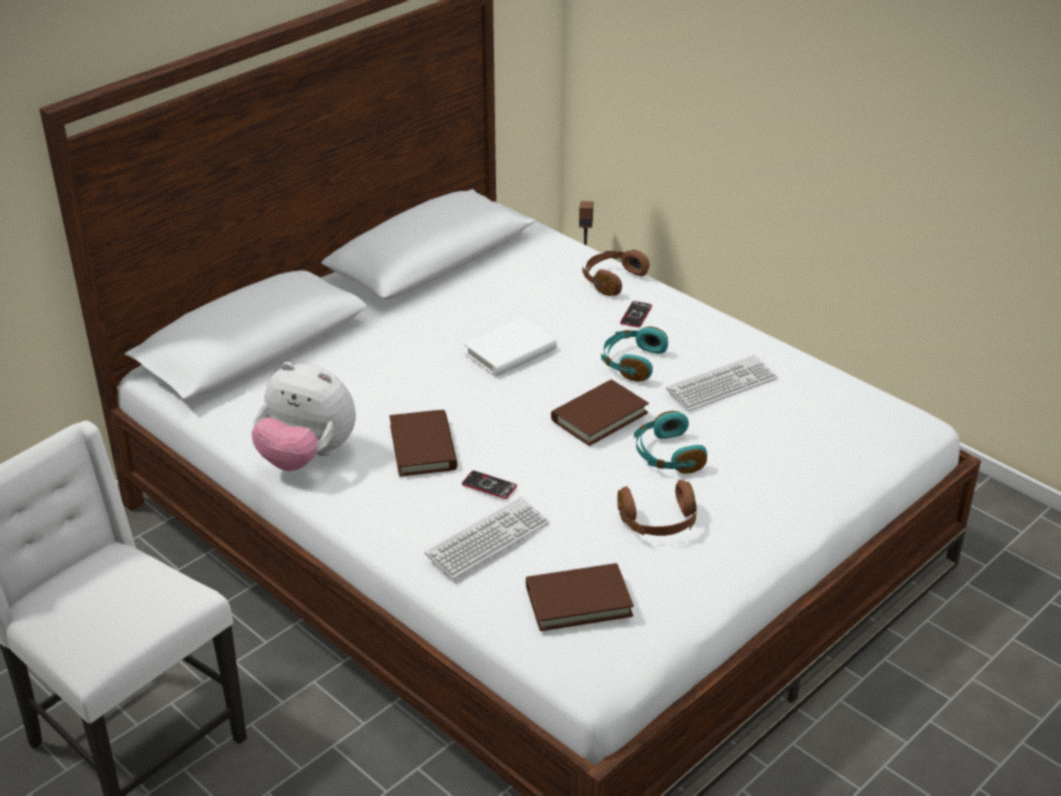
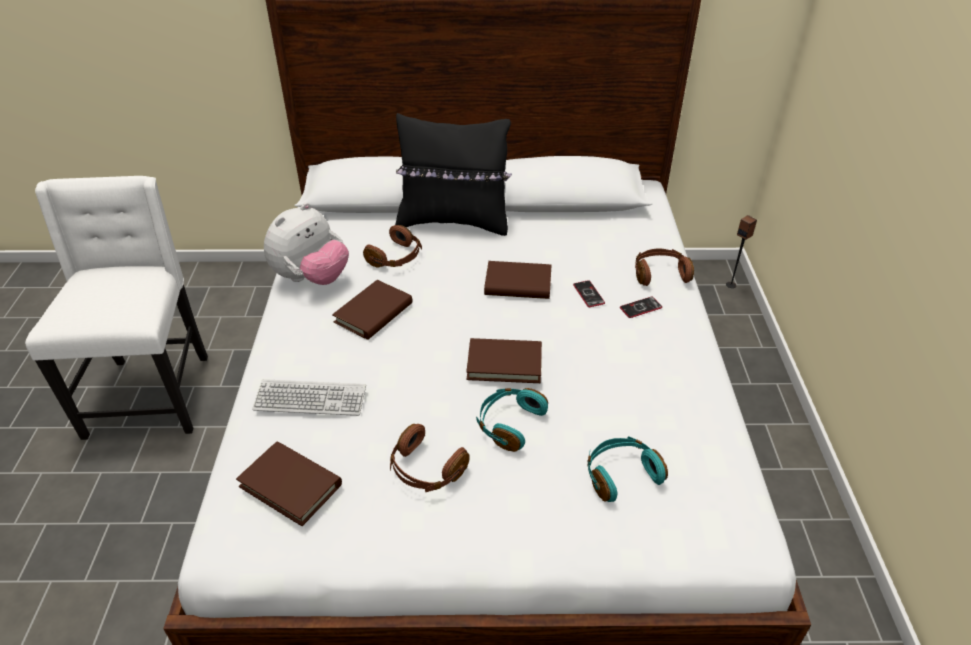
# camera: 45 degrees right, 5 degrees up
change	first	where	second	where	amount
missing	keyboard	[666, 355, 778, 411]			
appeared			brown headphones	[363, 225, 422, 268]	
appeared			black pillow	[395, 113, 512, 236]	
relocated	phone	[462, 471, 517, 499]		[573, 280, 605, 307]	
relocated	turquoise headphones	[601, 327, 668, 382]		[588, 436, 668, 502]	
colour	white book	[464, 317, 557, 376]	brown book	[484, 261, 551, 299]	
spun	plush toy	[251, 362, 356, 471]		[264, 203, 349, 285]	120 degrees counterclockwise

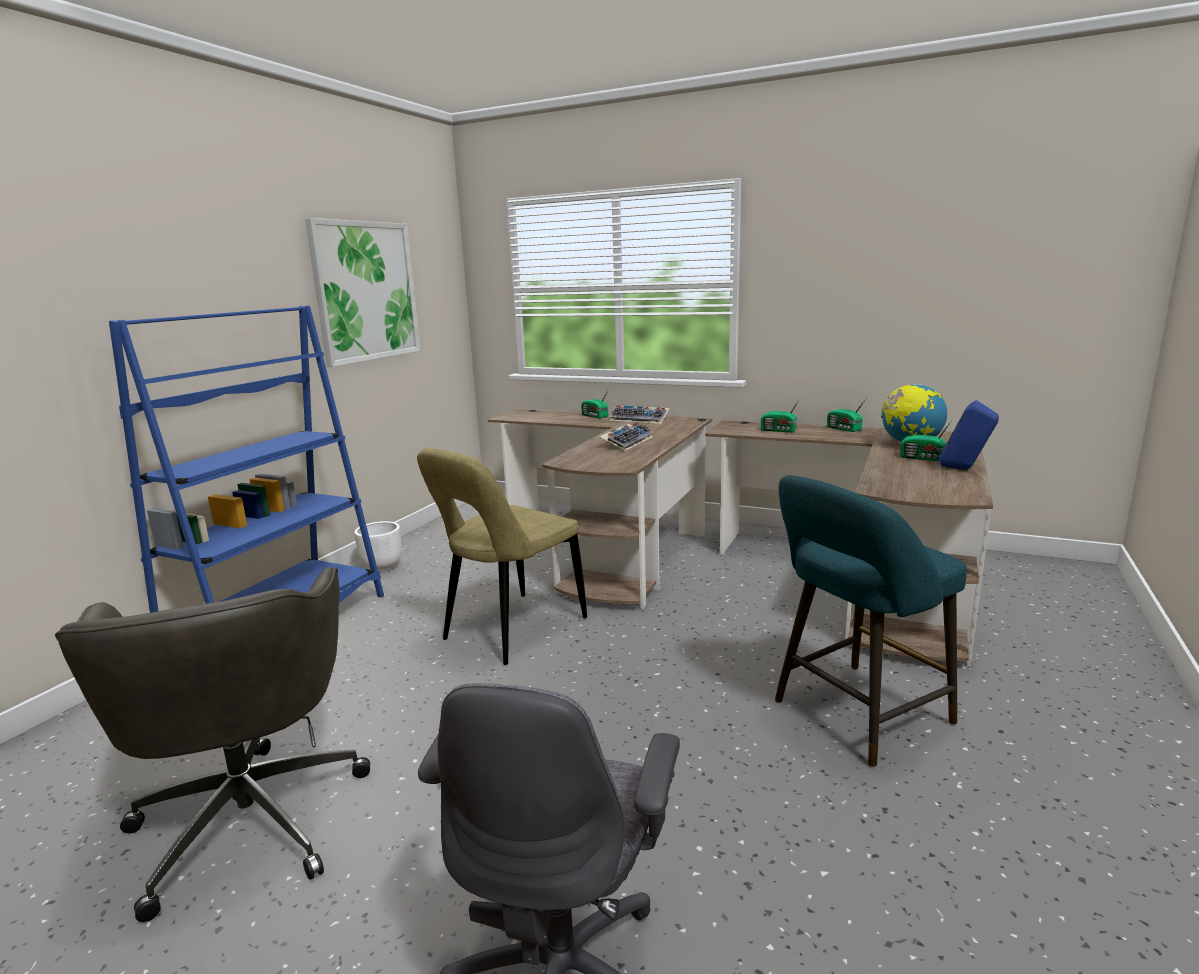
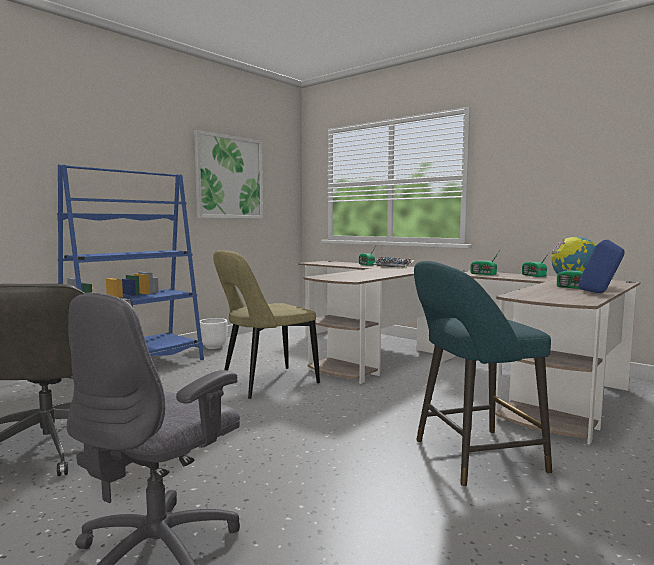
# camera: 15 degrees right, 10 degrees down
change	first	where	second	where	amount
missing	keyboard	[599, 422, 653, 451]			

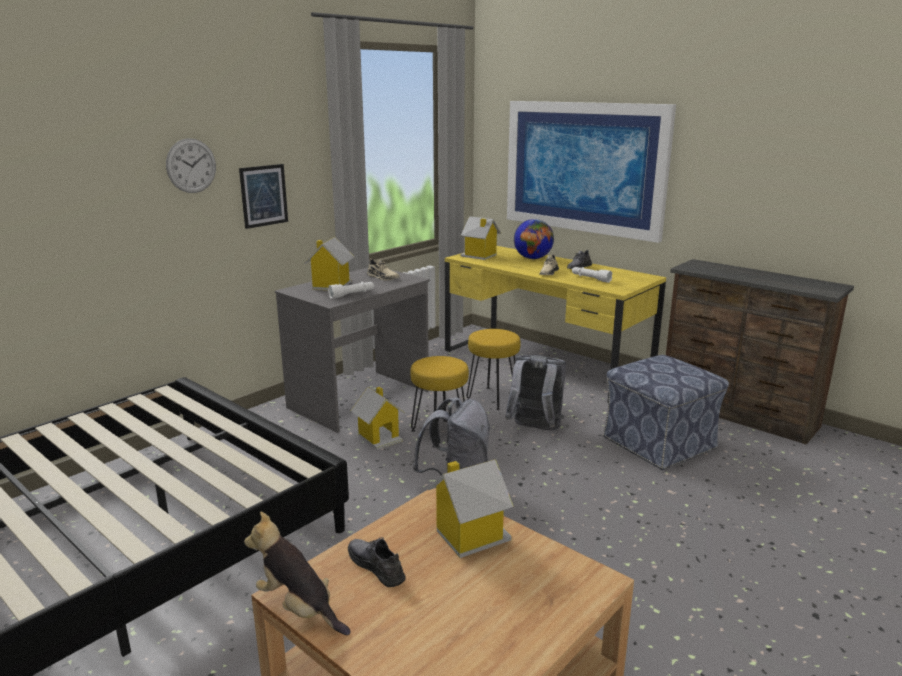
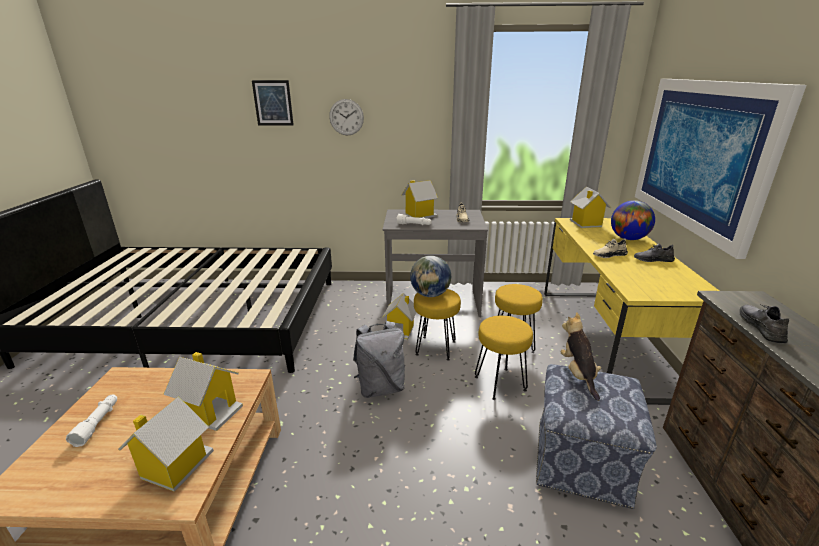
# camera: 50 degrees right, 5 degrees up
change	first	where	second	where	amount
appeared			toy house	[118, 396, 214, 492]	
appeared			globe	[410, 256, 451, 297]	
relocated	picture	[239, 164, 288, 229]		[252, 80, 294, 125]	
relocated	plush toy	[244, 512, 351, 635]		[560, 312, 601, 401]	
relocated	grey shoe	[348, 537, 406, 587]		[739, 305, 789, 343]	
relocated	white flashlight	[572, 267, 613, 283]		[66, 394, 117, 447]	
exchanged	grey backpack	[505, 355, 566, 431]	yellow stool	[475, 316, 533, 400]	

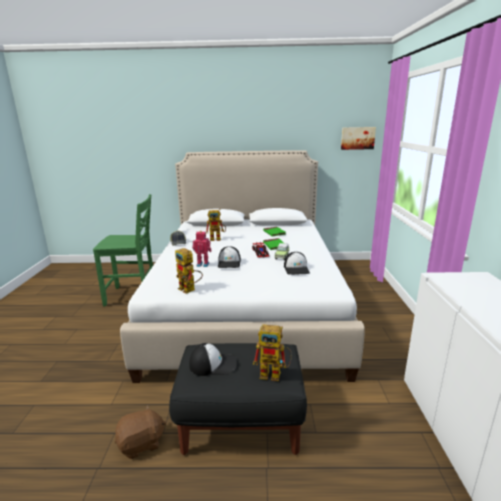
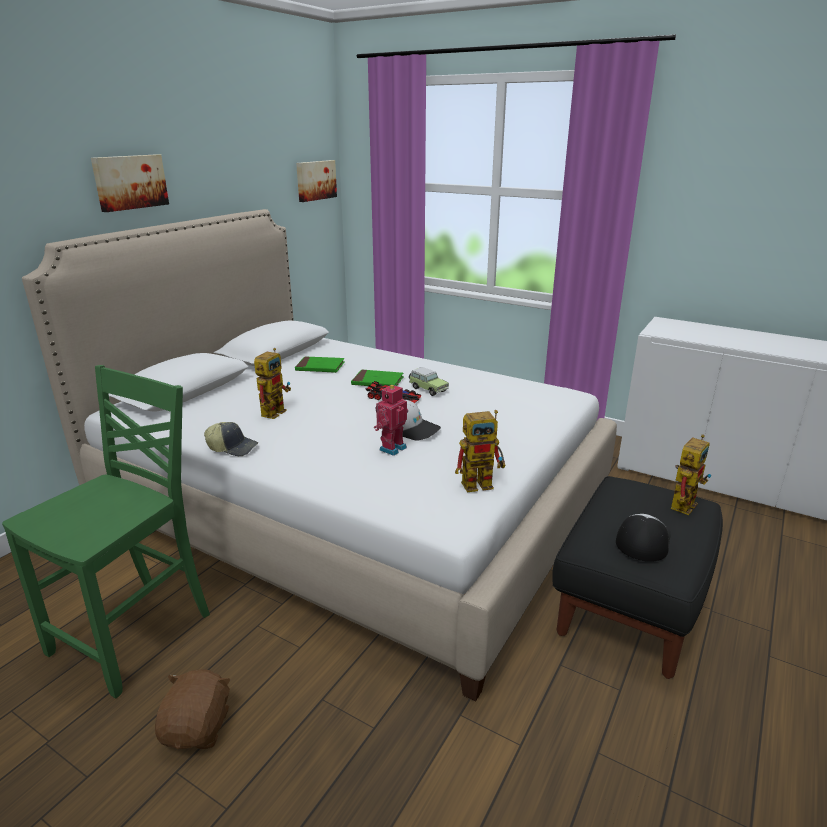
# camera: 60 degrees left, 5 degrees up
change	first	where	second	where	amount
missing	cap	[284, 252, 310, 275]			
appeared			picture	[91, 154, 169, 212]	
relocated	brown plush toy	[115, 405, 166, 459]		[155, 669, 231, 749]	

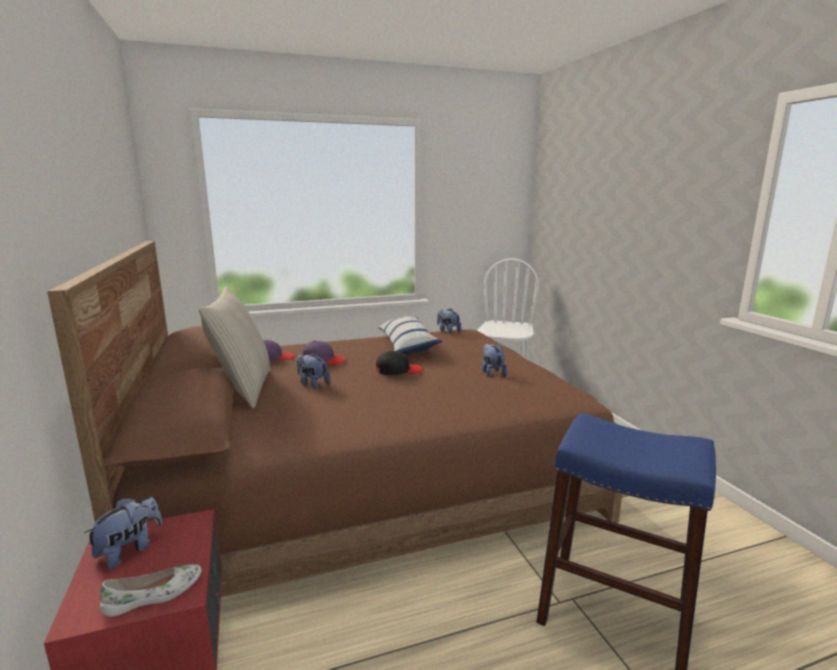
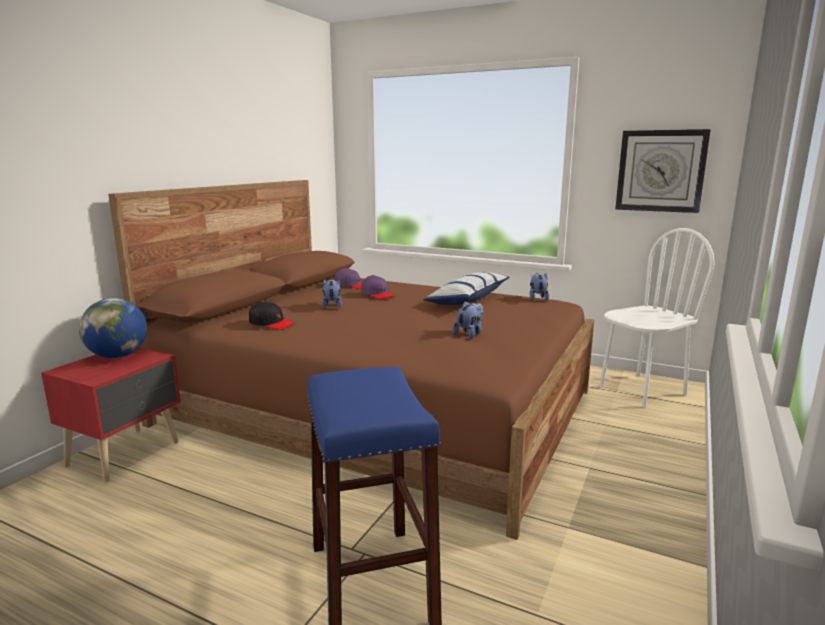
# camera: 45 degrees right, 0 degrees up
change	first	where	second	where	amount
missing	white shoe	[100, 564, 202, 617]			
missing	beige pillow	[199, 286, 270, 408]			
appeared			wall clock	[615, 129, 711, 213]	
relocated	black cap	[376, 351, 423, 375]		[249, 301, 295, 330]	
exchanged	plush toy	[84, 496, 162, 569]	globe	[79, 298, 147, 358]	

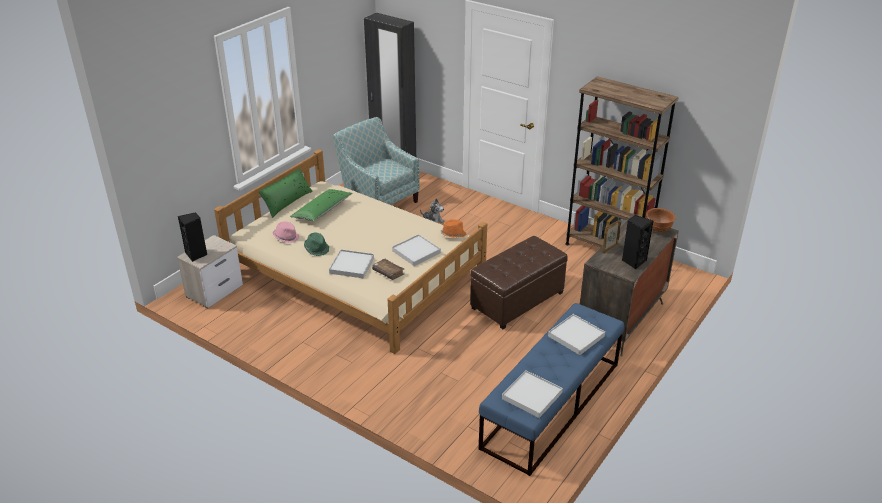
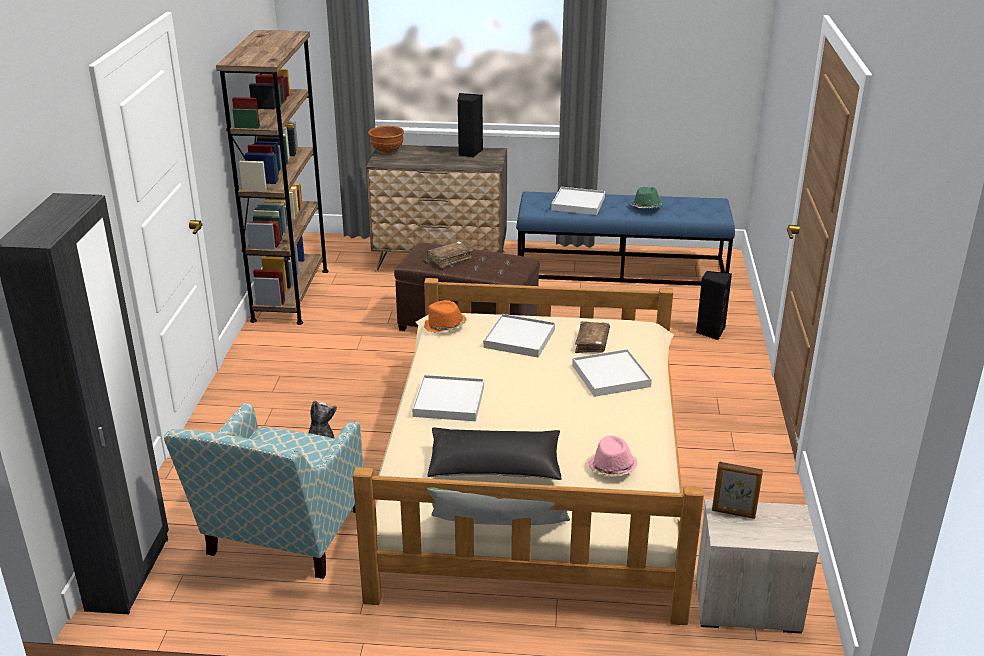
# camera: 120 degrees left, 5 degrees down
change	first	where	second	where	amount
appeared			brown book	[427, 241, 473, 268]	
relocated	black speaker	[178, 212, 207, 262]		[696, 271, 732, 340]	
relocated	green hat	[304, 233, 329, 256]		[631, 187, 664, 208]	
relocated	white tray	[502, 370, 563, 418]		[412, 375, 484, 421]	
relocated	picture frame	[602, 220, 621, 253]		[712, 462, 763, 519]	
colour	green pillow	[290, 189, 353, 221]	black pillow	[427, 428, 561, 480]	

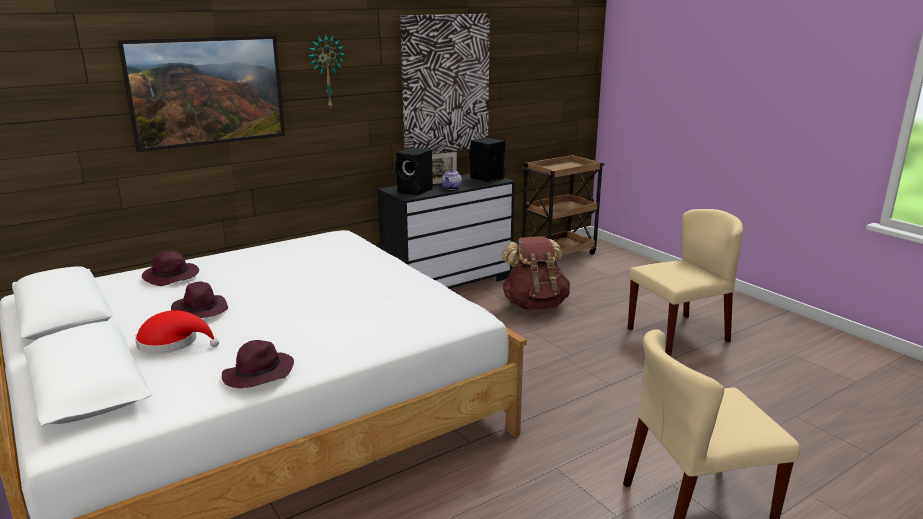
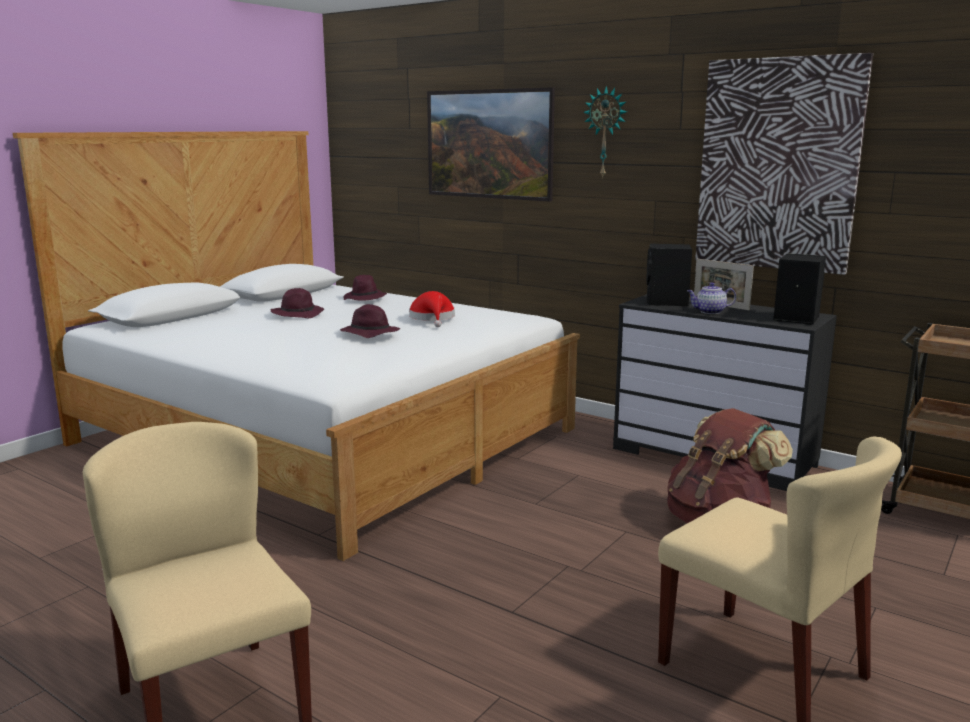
# camera: 70 degrees right, 5 degrees down
change	first	where	second	where	amount
relocated	red hat	[135, 310, 219, 354]		[409, 291, 455, 327]	
relocated	purple hat	[222, 340, 294, 388]		[340, 304, 400, 338]	

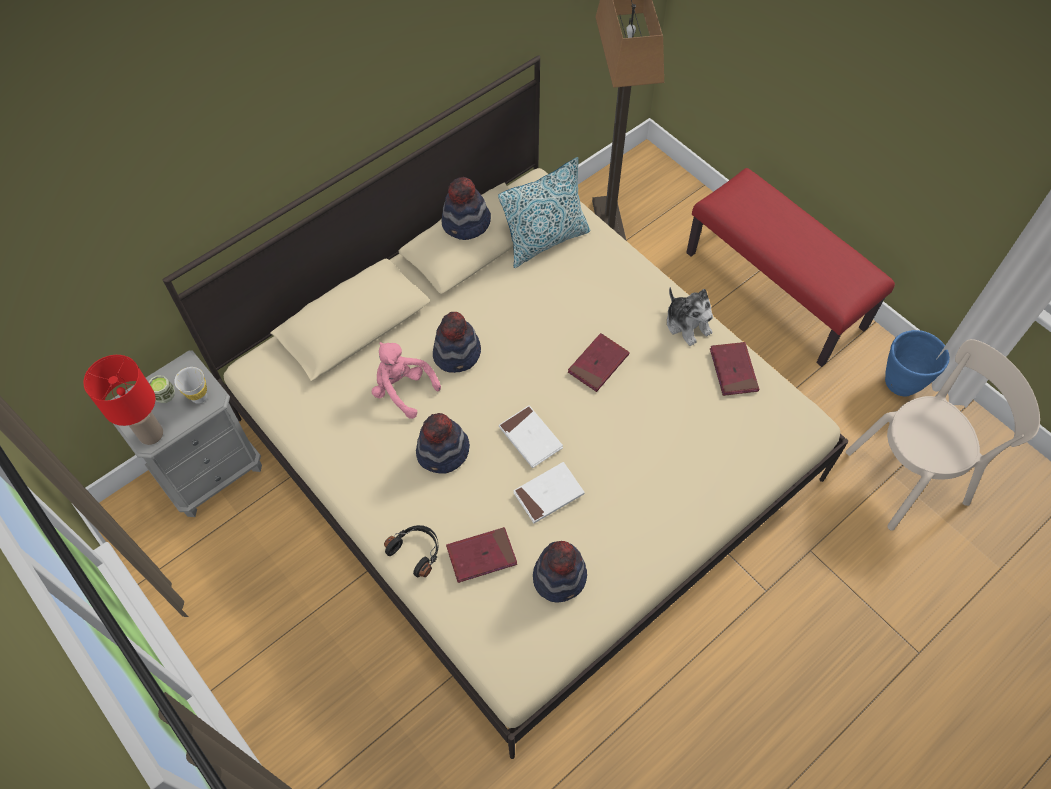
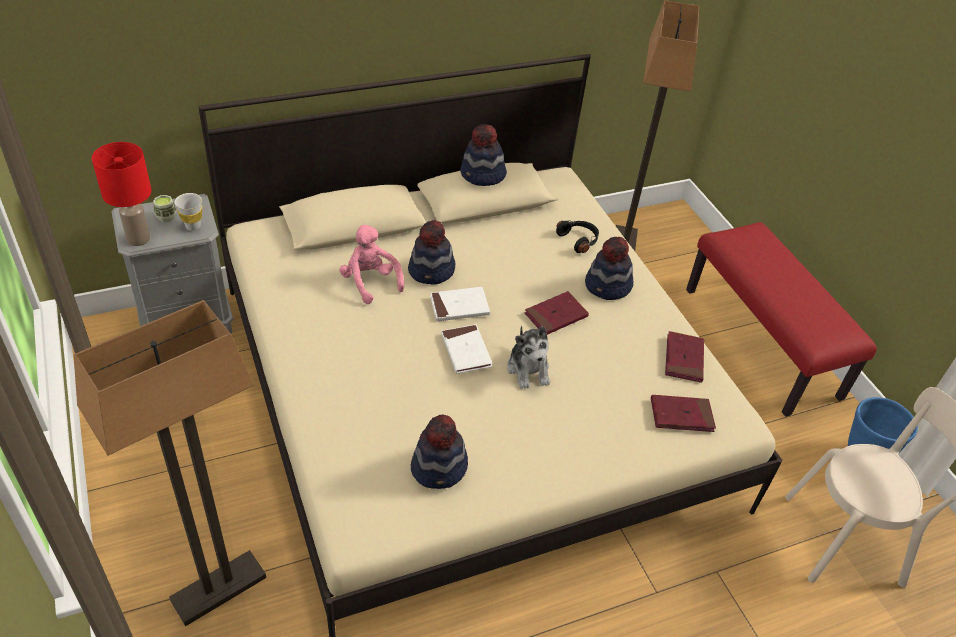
# camera: 15 degrees right, 15 degrees down
change	first	where	second	where	amount
missing	pillow	[498, 157, 590, 268]			
appeared			floor lamp	[74, 300, 266, 626]	
relocated	black headphones	[384, 525, 439, 577]		[556, 220, 599, 253]	
relocated	hat	[416, 413, 470, 474]		[585, 237, 633, 300]	
relocated	red book	[446, 527, 517, 583]		[651, 395, 716, 432]	
relocated	white book	[513, 462, 585, 523]		[430, 287, 490, 321]	
relocated	plush toy	[667, 287, 713, 346]		[507, 326, 550, 389]	

